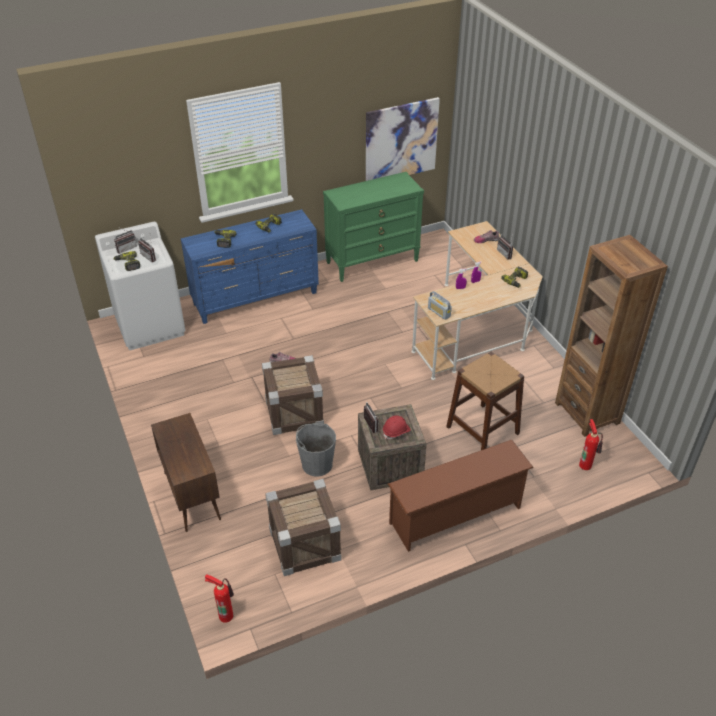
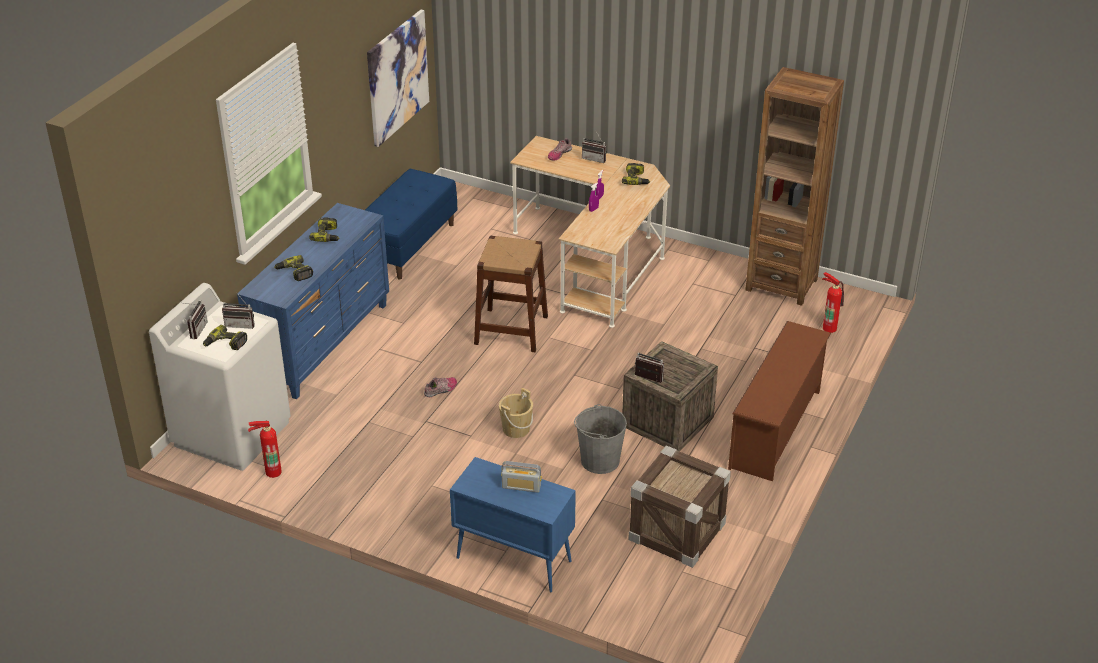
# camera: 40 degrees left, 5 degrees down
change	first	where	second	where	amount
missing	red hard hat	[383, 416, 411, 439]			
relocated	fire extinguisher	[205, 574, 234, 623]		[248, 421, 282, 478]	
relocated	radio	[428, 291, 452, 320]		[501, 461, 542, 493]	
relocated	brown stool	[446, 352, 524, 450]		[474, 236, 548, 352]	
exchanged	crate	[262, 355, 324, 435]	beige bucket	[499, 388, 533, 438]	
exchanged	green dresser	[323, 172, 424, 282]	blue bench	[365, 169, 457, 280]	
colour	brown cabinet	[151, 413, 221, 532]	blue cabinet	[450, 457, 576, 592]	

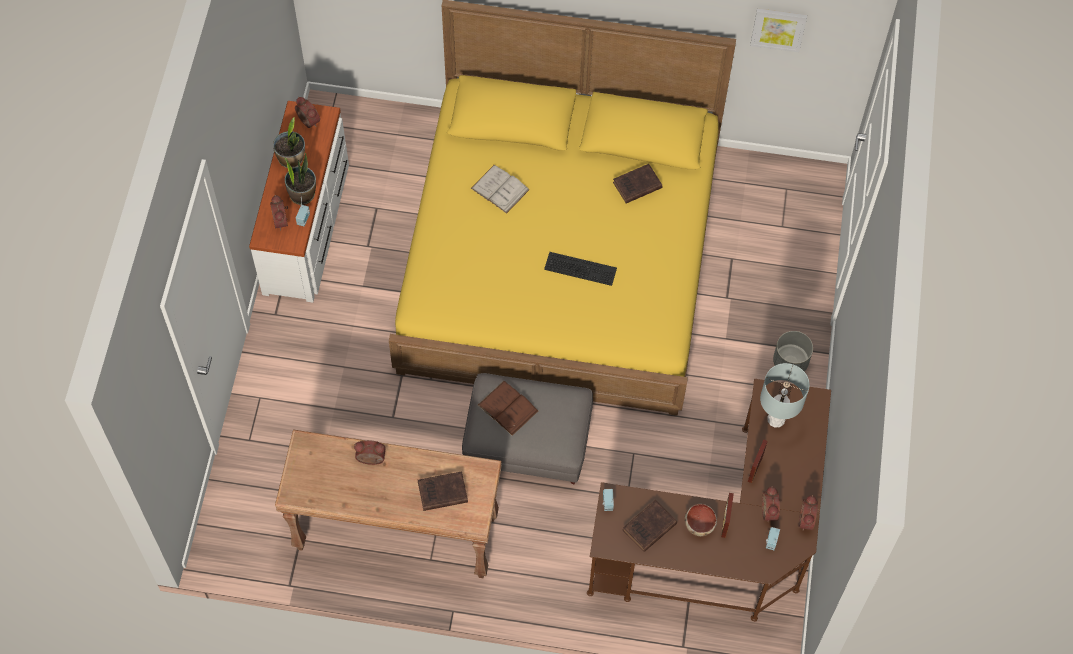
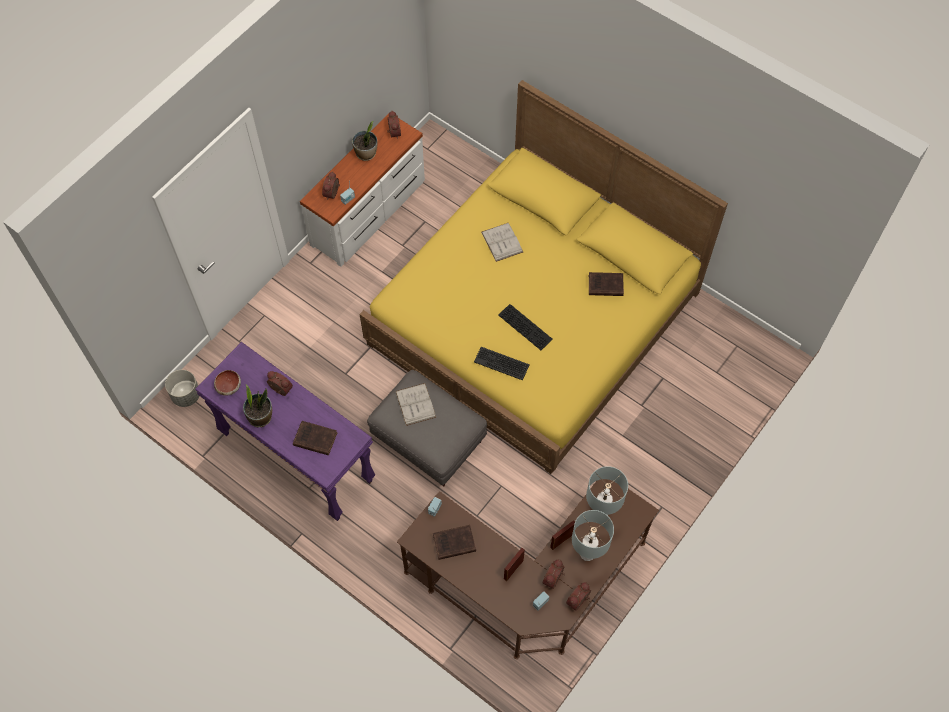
# camera: 30 degrees right, 0 degrees up
change	first	where	second	where	amount
missing	picture	[750, 8, 807, 52]			
appeared			keyboard	[474, 347, 530, 380]	
appeared			grey table lamp	[572, 510, 614, 561]	
relocated	potted plant	[284, 153, 316, 205]		[243, 385, 272, 427]	
relocated	bowl	[684, 504, 717, 536]		[214, 370, 241, 396]	
relocated	grey planter	[773, 331, 813, 372]		[165, 370, 199, 407]	
colour	brown console table	[275, 430, 502, 578]	purple console table	[195, 342, 375, 521]	
colour	brown book	[478, 381, 538, 436]	white book	[395, 383, 436, 426]	

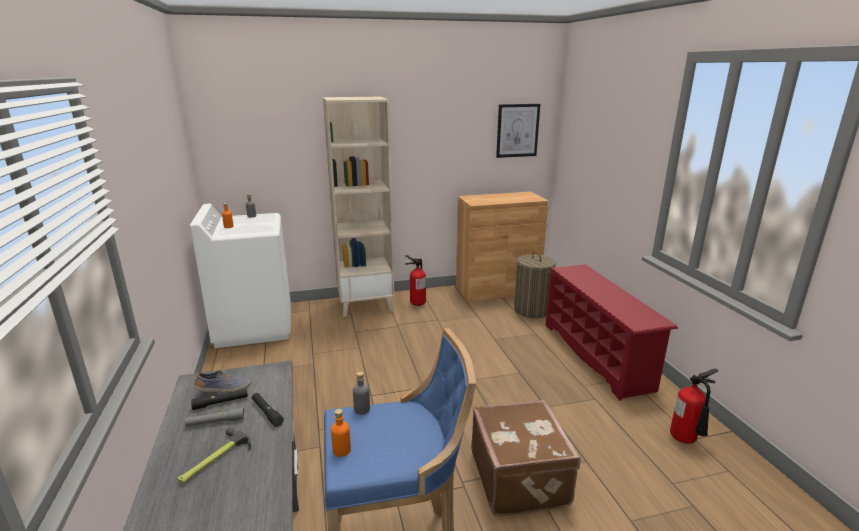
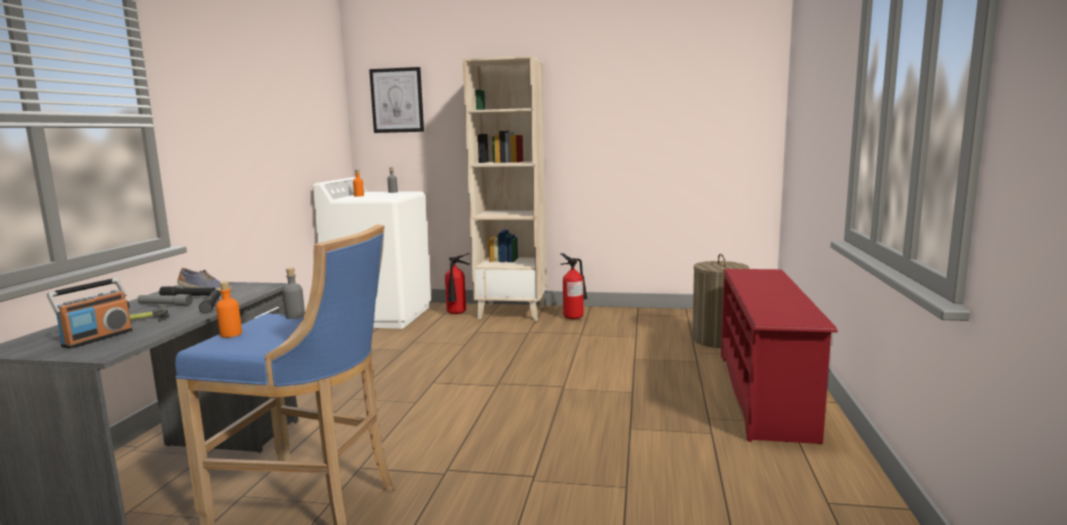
# camera: 25 degrees right, 10 degrees down
change	first	where	second	where	amount
missing	brown cabinet	[456, 192, 549, 302]			
missing	brown suitcase	[471, 400, 581, 516]			
appeared			radio	[47, 278, 133, 349]	
relocated	picture	[496, 104, 540, 158]		[369, 67, 424, 133]	
relocated	fire extinguisher	[670, 369, 718, 444]		[445, 253, 470, 314]	

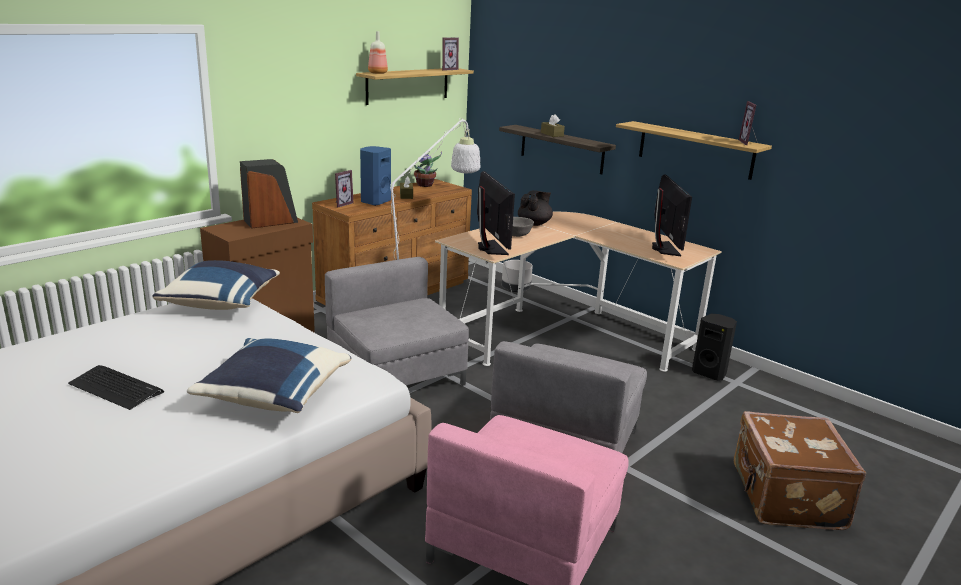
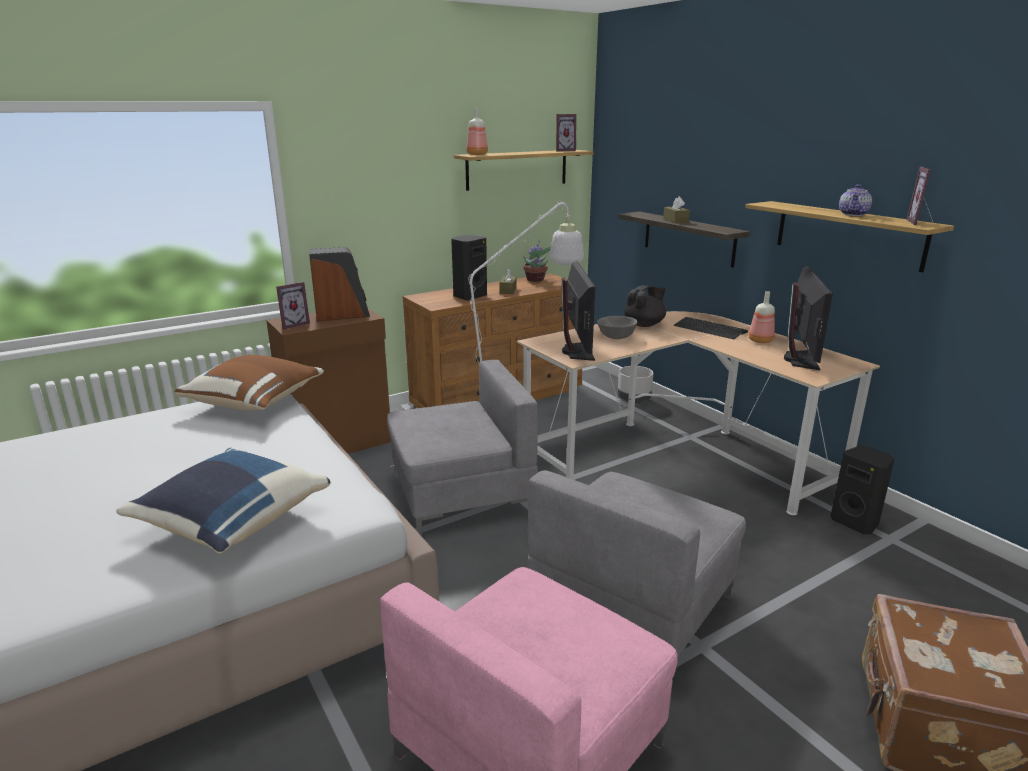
# camera: 15 degrees right, 0 degrees up
change	first	where	second	where	amount
appeared			bottle	[748, 291, 775, 343]	
appeared			teapot	[839, 184, 872, 216]	
relocated	keyboard	[68, 365, 164, 410]		[674, 317, 748, 339]	
relocated	picture frame	[335, 170, 353, 208]		[276, 282, 310, 330]	
colour	blue pillow	[152, 260, 280, 310]	brown pillow	[174, 355, 324, 411]	
colour	blue speaker	[360, 146, 391, 206]	black speaker	[451, 235, 487, 301]	
spun	grey armchair	[325, 257, 469, 386]		[387, 360, 538, 537]	90 degrees clockwise

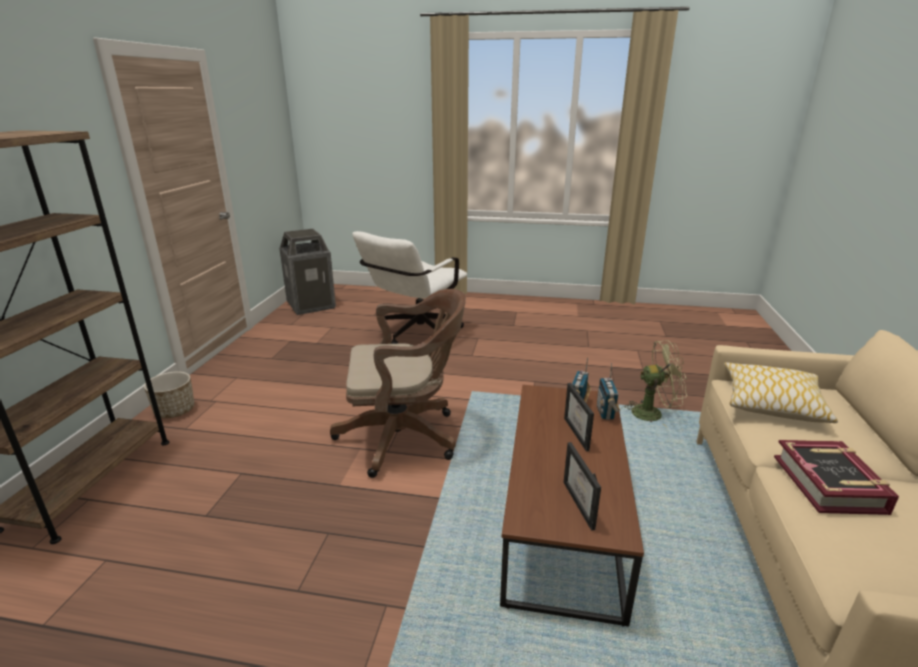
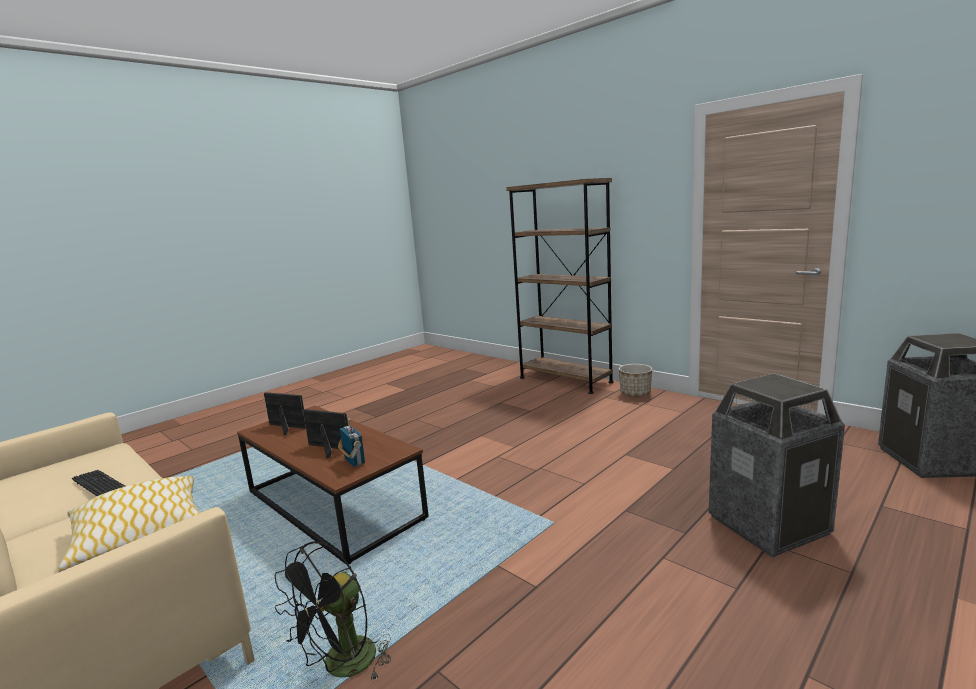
# camera: 125 degrees right, 10 degrees down
change	first	where	second	where	amount
missing	brown office chair	[330, 289, 466, 478]			
missing	radio	[597, 363, 620, 420]			
exchanged	white office chair	[352, 231, 467, 344]	trash can	[709, 373, 845, 557]	
exchanged	book	[774, 440, 899, 515]	keyboard	[72, 470, 125, 496]	
colour	green fan	[621, 340, 687, 427]	black fan	[275, 541, 391, 681]	

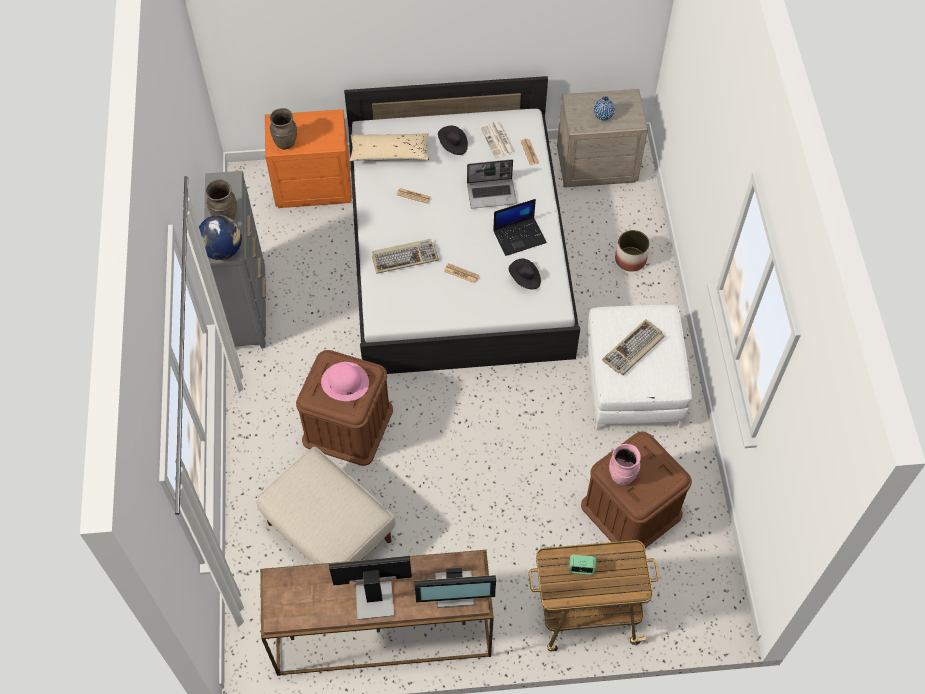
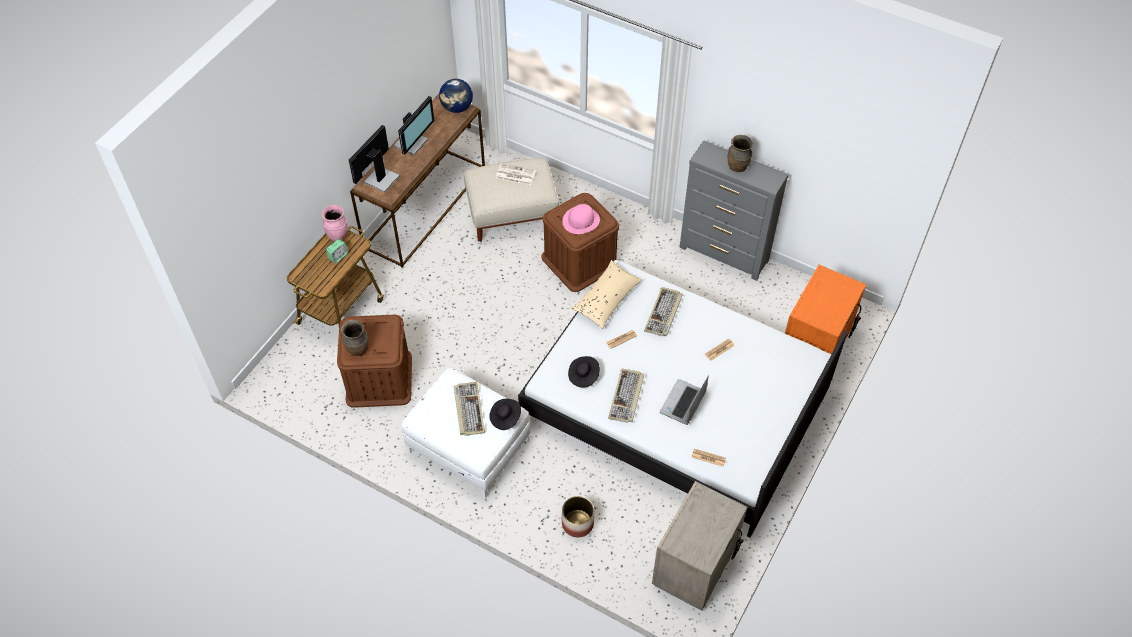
# camera: 125 degrees right, 5 degrees down
change	first	where	second	where	amount
missing	blue vase	[594, 96, 615, 121]			
relocated	globe	[199, 215, 242, 260]		[439, 79, 473, 113]	
relocated	brown vase	[269, 108, 297, 150]		[341, 320, 368, 356]	
relocated	beige pillow	[349, 133, 429, 161]		[571, 260, 642, 329]	
relocated	black hat	[438, 126, 468, 155]		[490, 399, 521, 430]	
relocated	newspaper	[480, 122, 516, 158]		[496, 163, 536, 185]	
relocated	pink vase	[609, 444, 641, 485]		[322, 205, 348, 241]	
exchanged	laptop	[493, 199, 547, 256]	keyboard	[608, 369, 644, 423]	

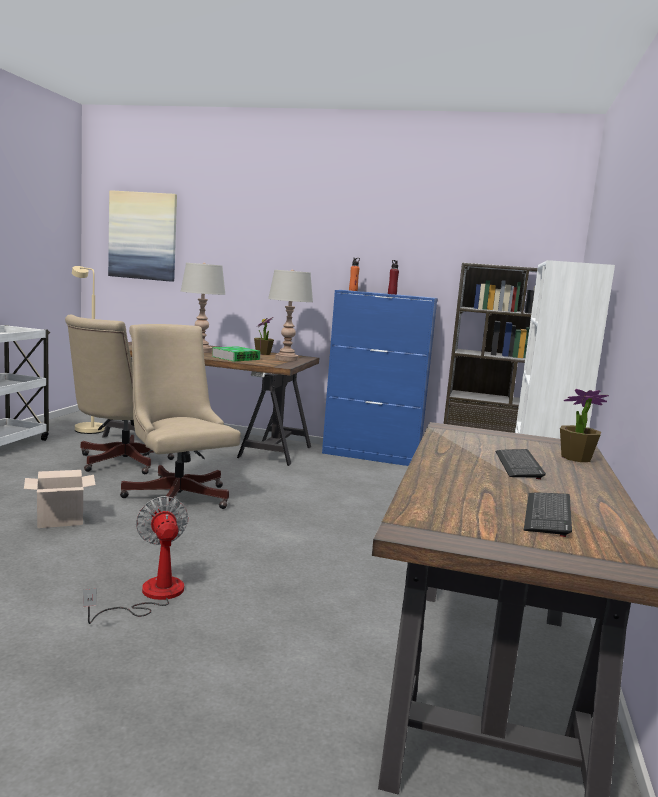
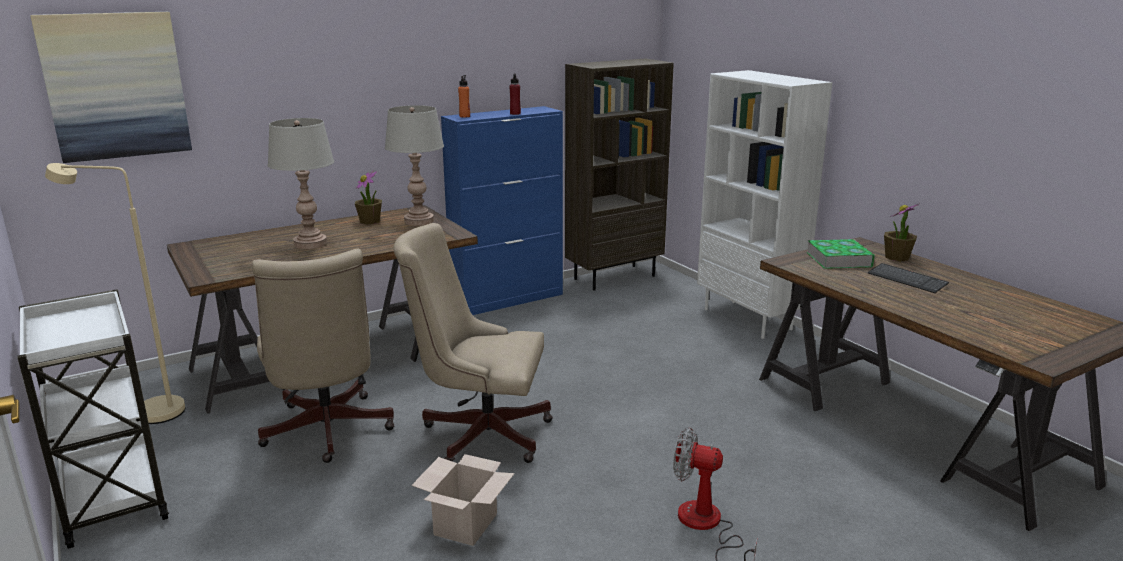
# camera: 45 degrees left, 10 degrees up
change	first	where	second	where	amount
missing	keyboard	[524, 492, 572, 537]			
relocated	book	[212, 346, 261, 362]		[807, 239, 875, 269]	

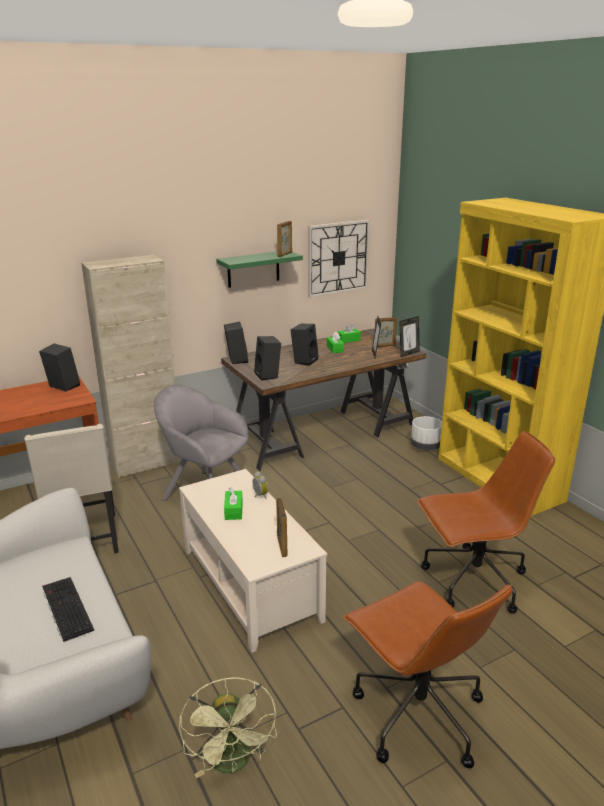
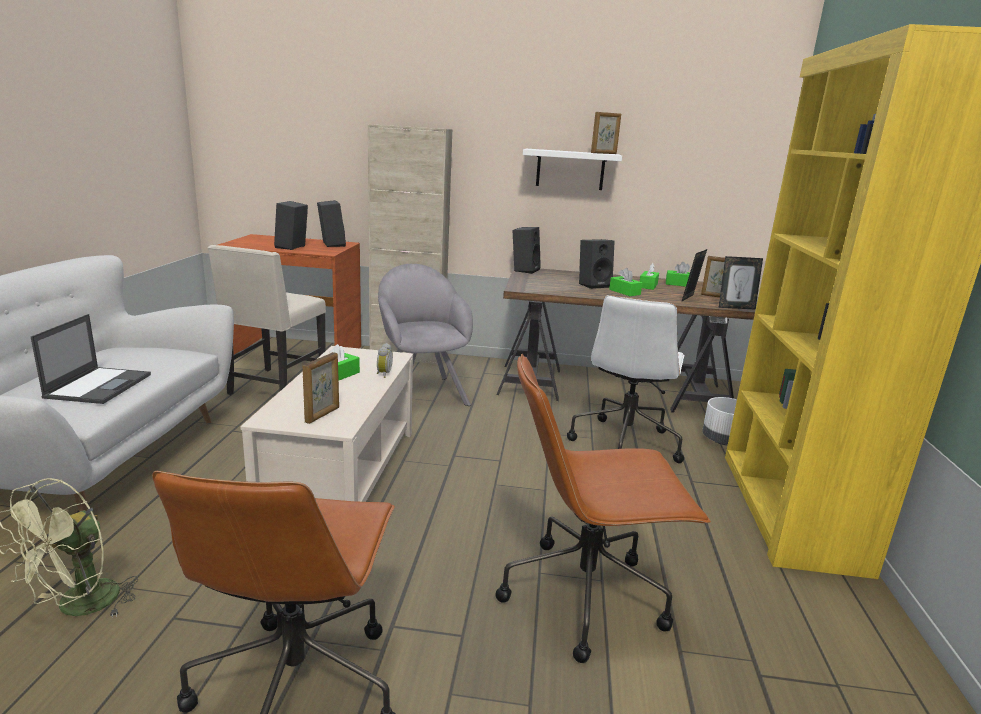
# camera: 35 degrees right, 5 degrees down
change	first	where	second	where	amount
missing	wall clock	[308, 220, 370, 298]			
appeared			white office chair	[567, 295, 685, 463]	
appeared			green tissue box	[609, 268, 642, 296]	
relocated	black speaker	[254, 336, 281, 381]		[274, 201, 308, 250]	
exchanged	keyboard	[42, 577, 94, 642]	laptop	[31, 314, 151, 404]	
colour	green shelf	[216, 251, 303, 288]	white shelf	[523, 149, 622, 190]	
spun	brown office chair	[418, 431, 555, 614]		[495, 354, 711, 663]	150 degrees clockwise

